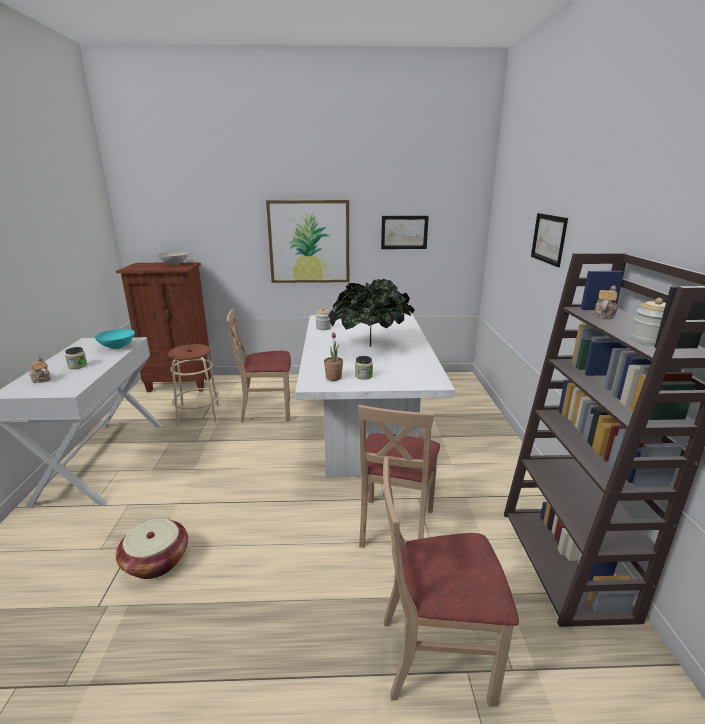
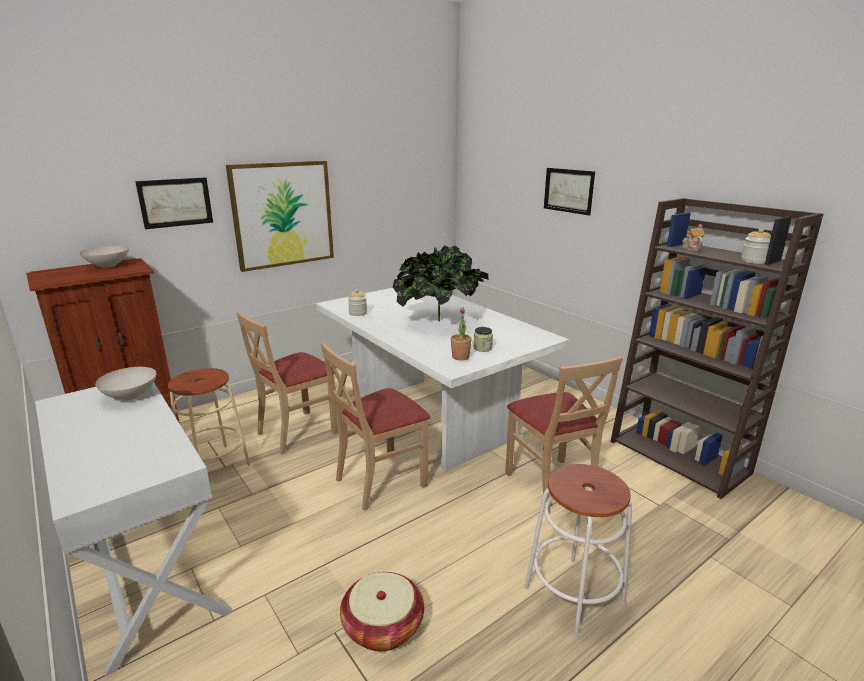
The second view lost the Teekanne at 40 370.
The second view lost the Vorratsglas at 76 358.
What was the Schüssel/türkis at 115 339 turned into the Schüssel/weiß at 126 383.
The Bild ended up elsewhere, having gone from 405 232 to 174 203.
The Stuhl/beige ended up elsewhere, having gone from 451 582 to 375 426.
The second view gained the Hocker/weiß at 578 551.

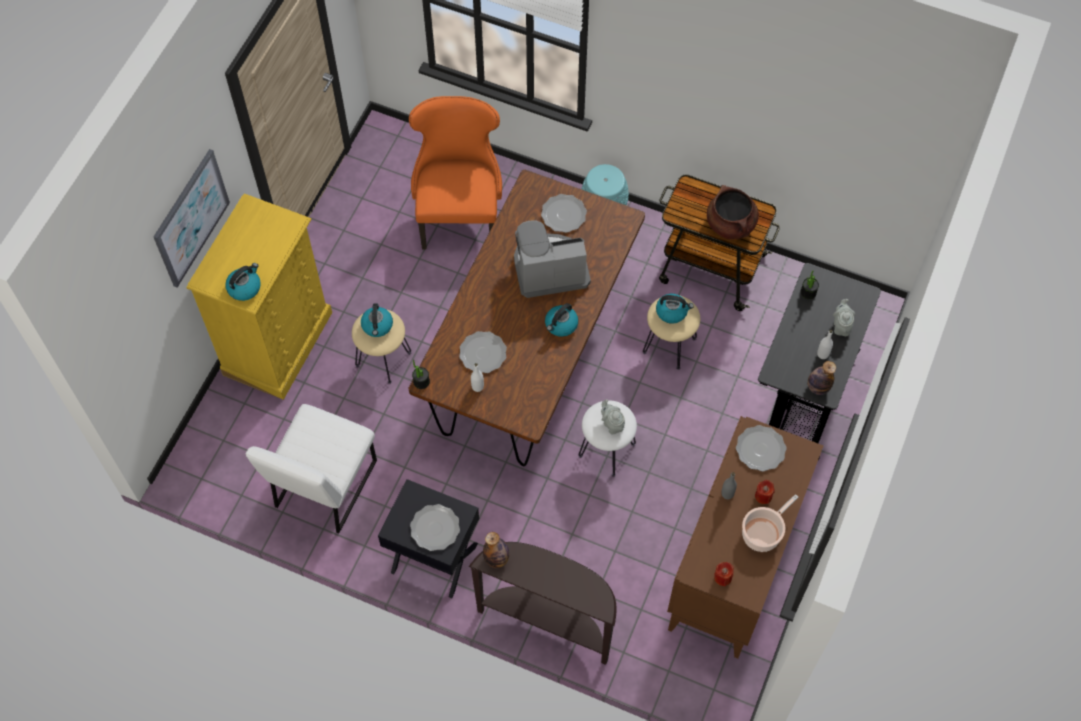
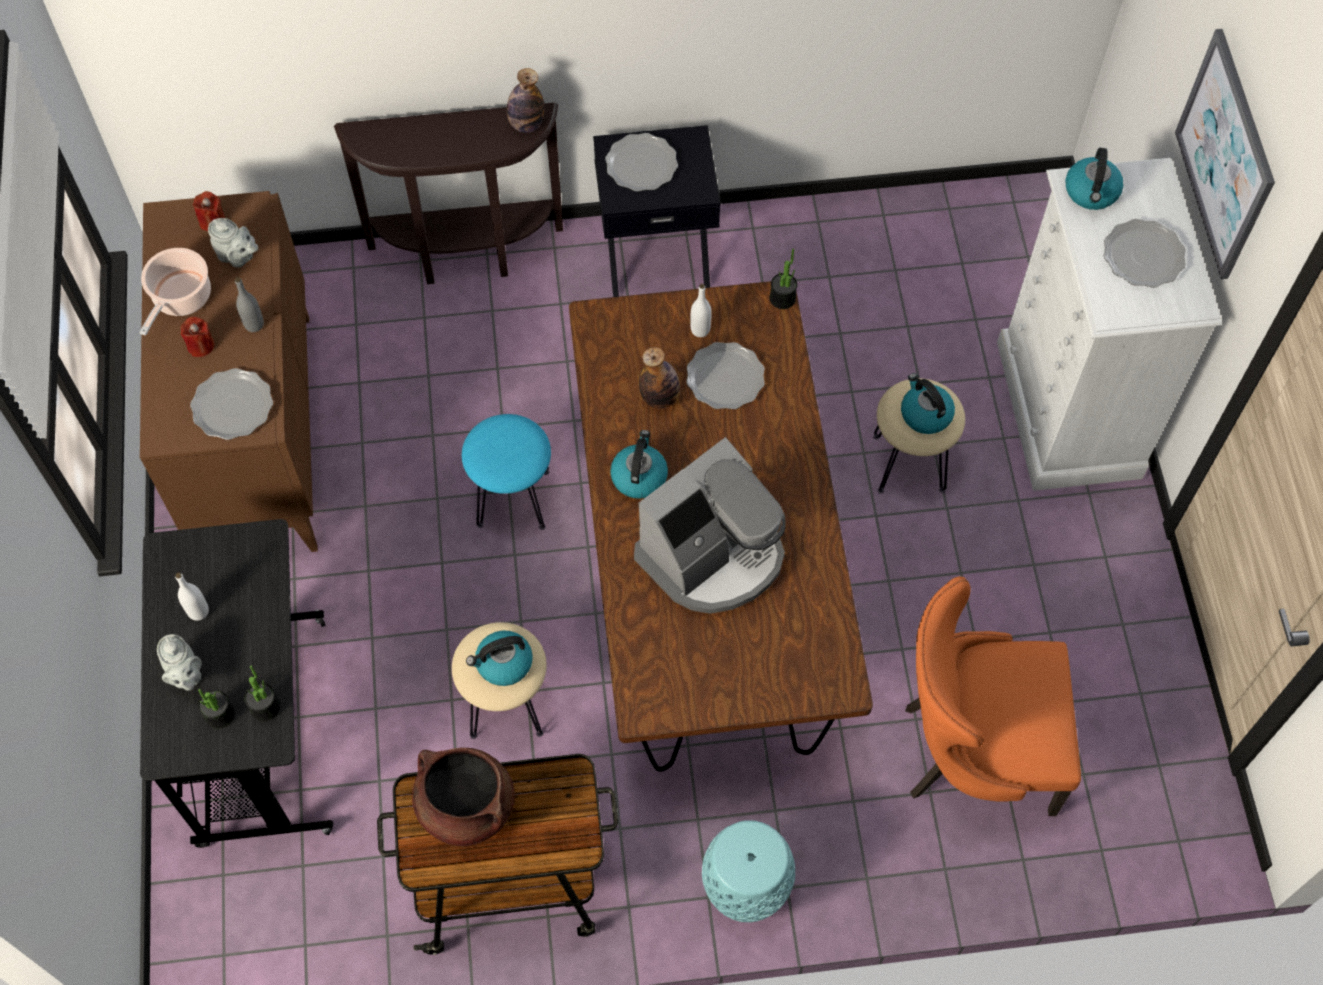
What was the Kommode/gelb at 259 297 turned into the Kommode/weiß at 1109 324.
The second view lost the Stuhl/weiß at 311 468.
The Stuhl/orange at 455 173 ended up facing another way, 120 degrees clockwise from before.
The Teller ended up elsewhere, having gone from 564 213 to 1144 253.
What was the Hocker/weiß at 607 438 turned into the Hocker/türkis at 506 472.
The Teekanne/grau ended up elsewhere, having gone from 613 416 to 233 242.
The Flasche ended up elsewhere, having gone from 822 378 to 659 378.
The second view gained the Topfpflanze at 216 708.

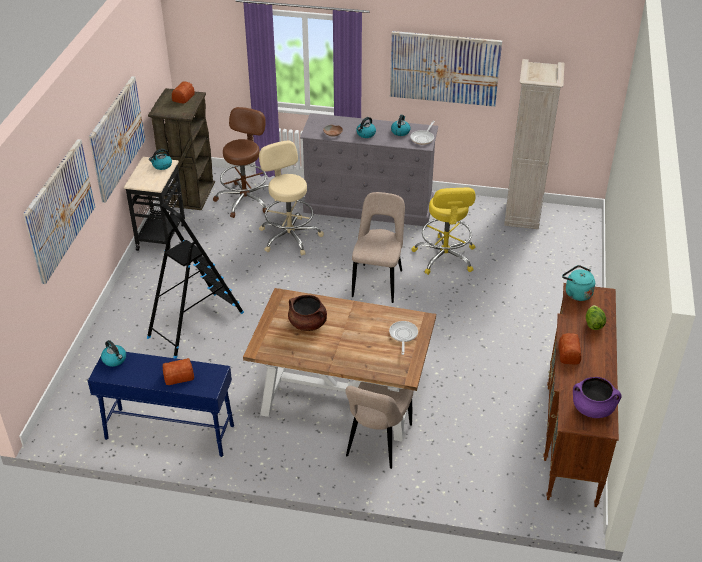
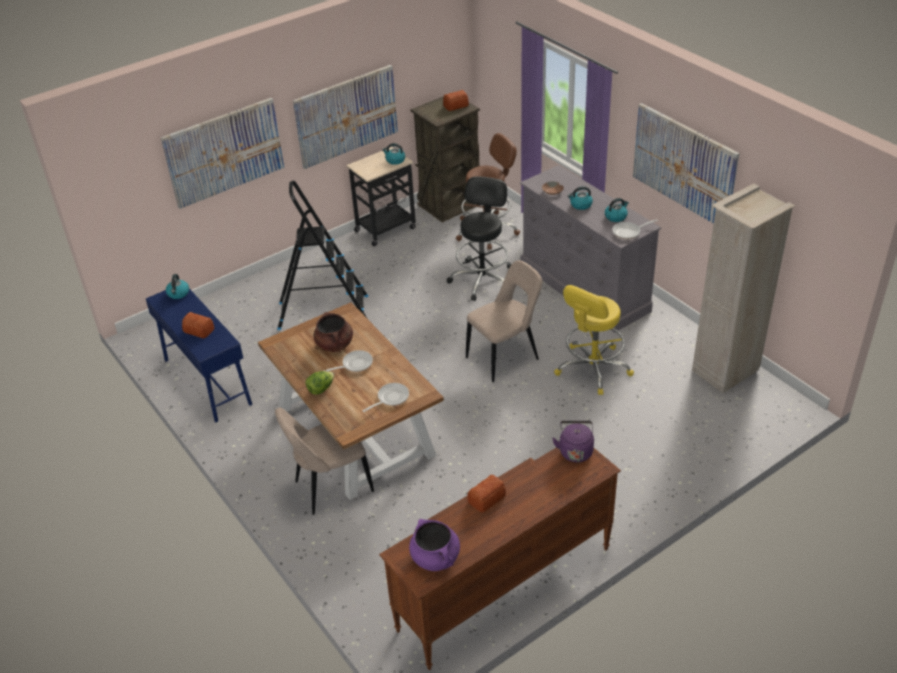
What was the Hocker/beige at 291 197 turned into the Hocker/schwarz at 479 239.
What was the Wasserkessel/türkis at 578 283 turned into the Wasserkessel/lila at 573 441.
The Salatkopf ended up elsewhere, having gone from 596 317 to 319 383.
The second view gained the Pfanne at 348 361.

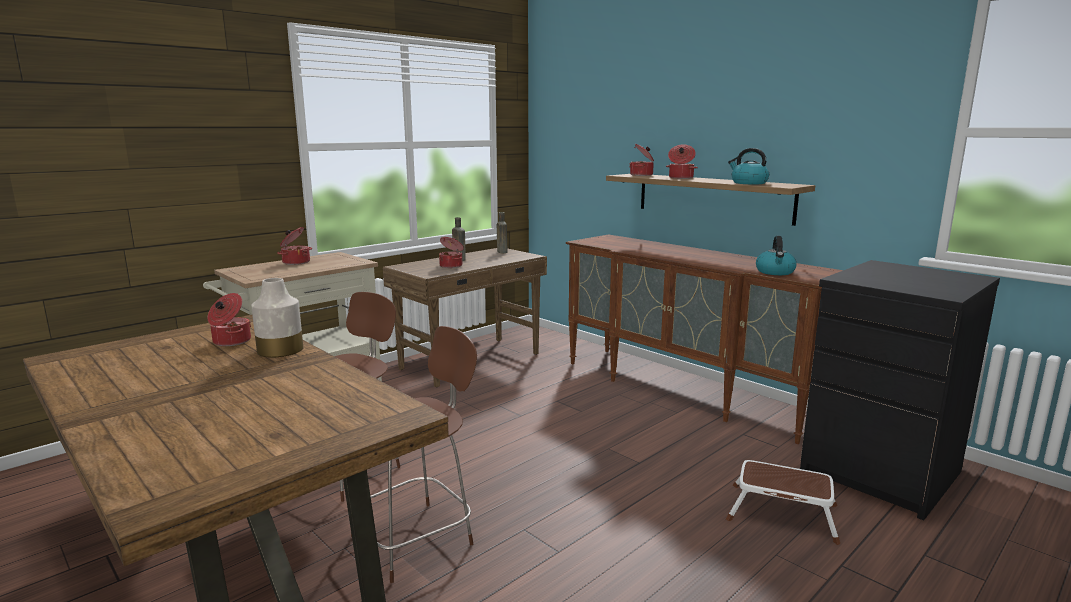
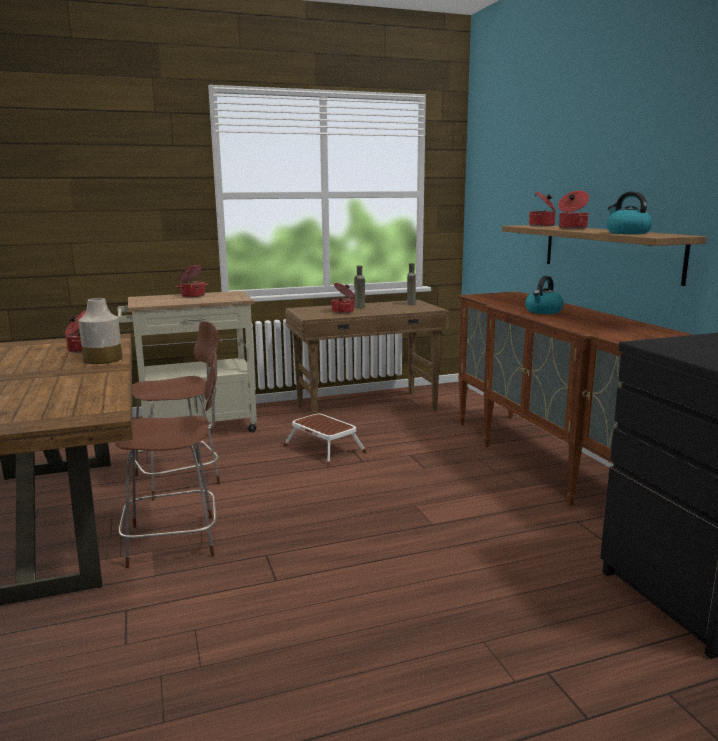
The Trittleiter/braun ended up elsewhere, having gone from 783 502 to 325 440.
The Wasserkessel ended up elsewhere, having gone from 776 255 to 544 295.

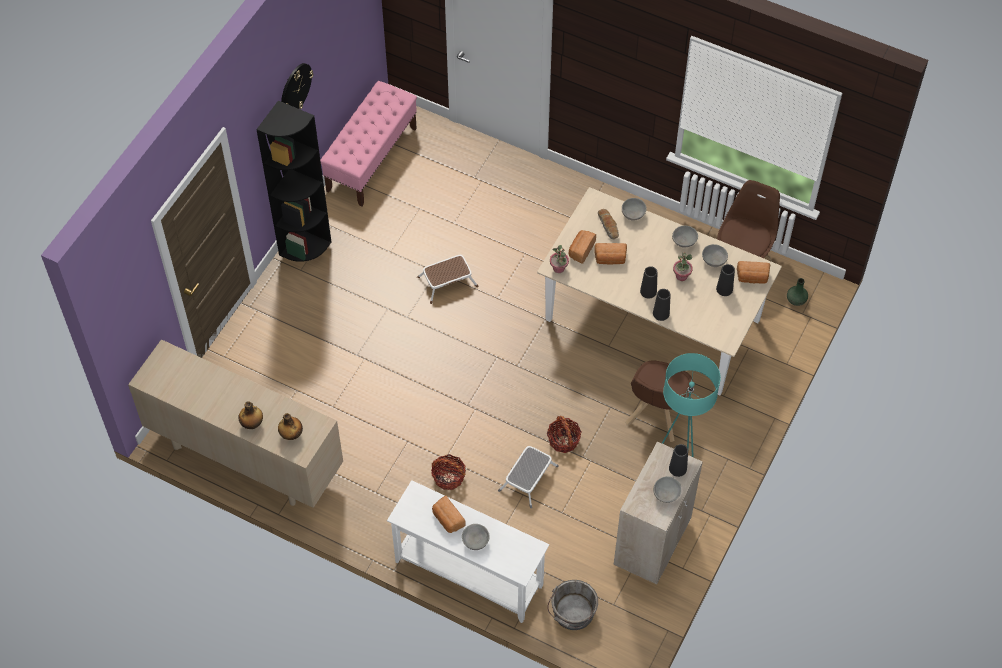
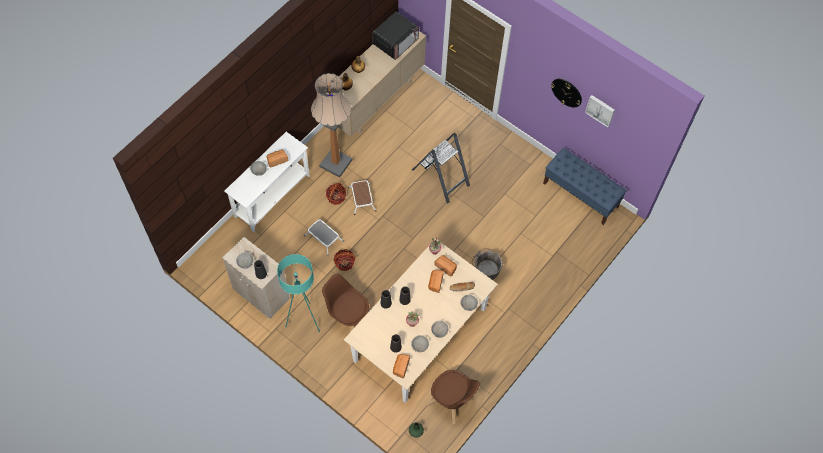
The second view lost the Bücherregal/schwarz at 293 181.
What was the Bank/rosa at 368 144 turned into the Bank/blau at 585 186.
The Trittleiter/braun ended up elsewhere, having gone from 447 279 to 362 198.
The Eimer/grau ended up elsewhere, having gone from 572 605 to 487 264.
The second view gained the Stehlampe at 331 125.
The second view gained the Mikrowelle at 395 35.
The second view gained the Trittleiter/grau at 441 167.
The second view gained the Bild at 600 111.

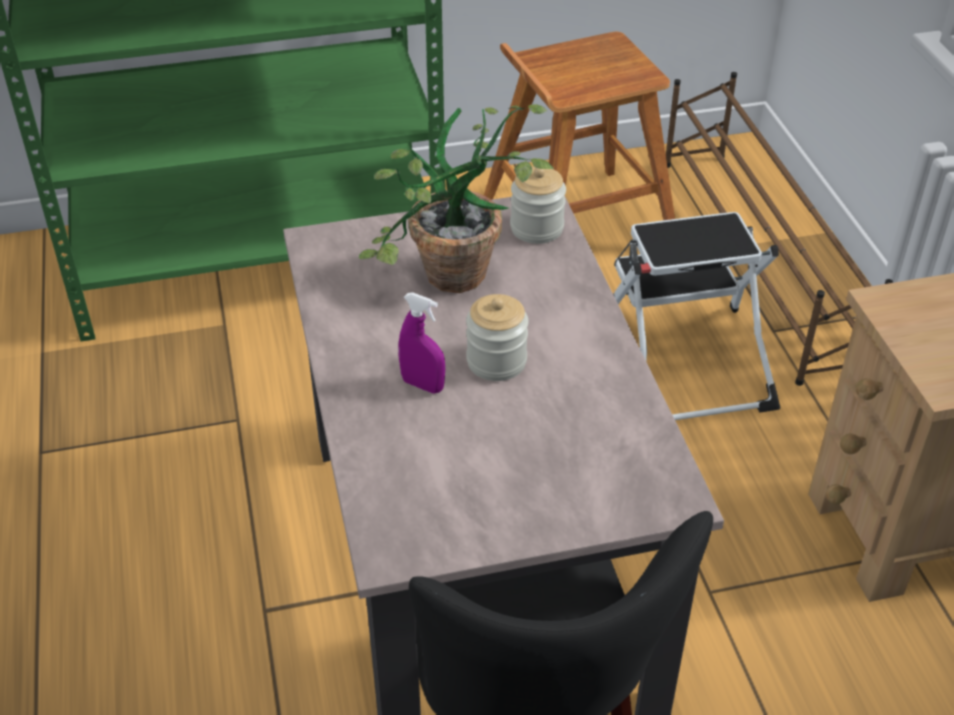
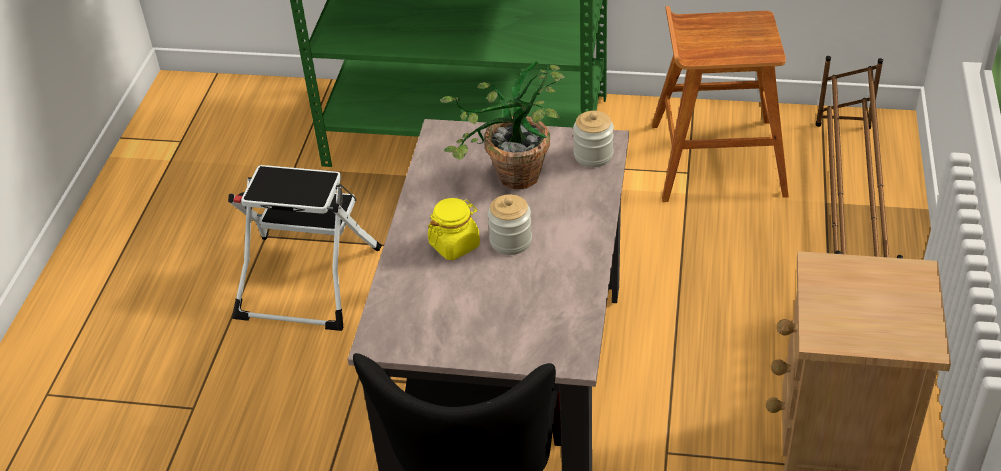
Where the Sprühflasche/lila stood at 421 342, the Vorratsglas/gelb came to stand at 454 229.
The Trittleiter ended up elsewhere, having gone from 696 316 to 305 248.

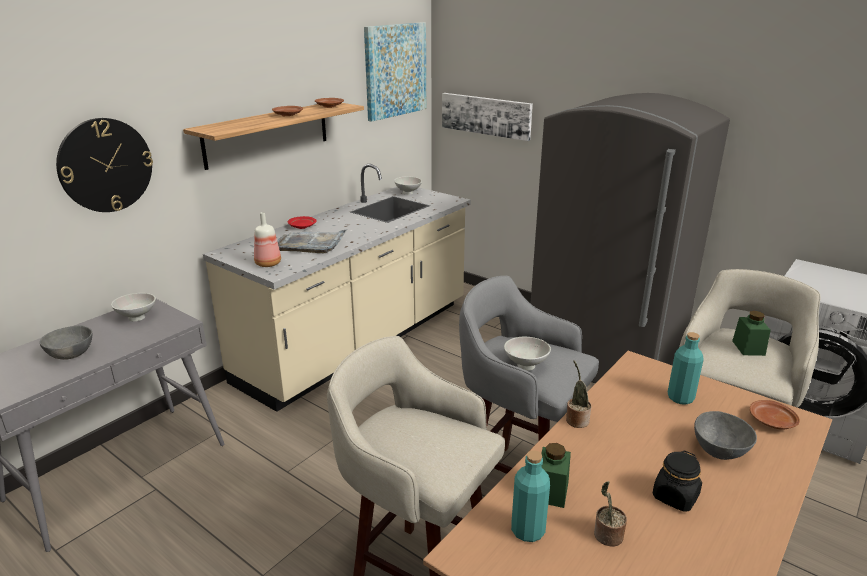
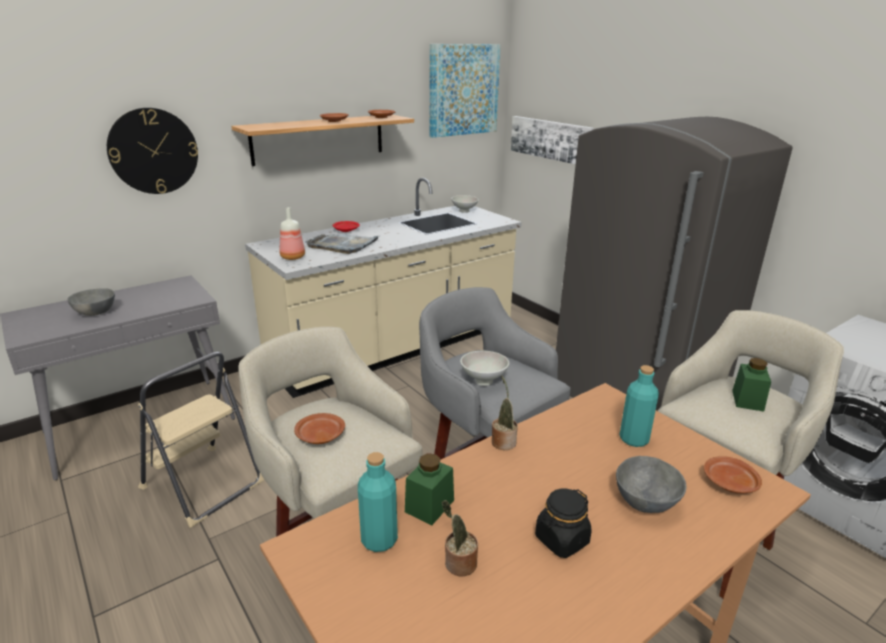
The second view lost the Schüssel/weiß at 133 307.
The second view gained the Trittleiter/beige at 201 440.
The second view gained the Teller/braun at 319 428.

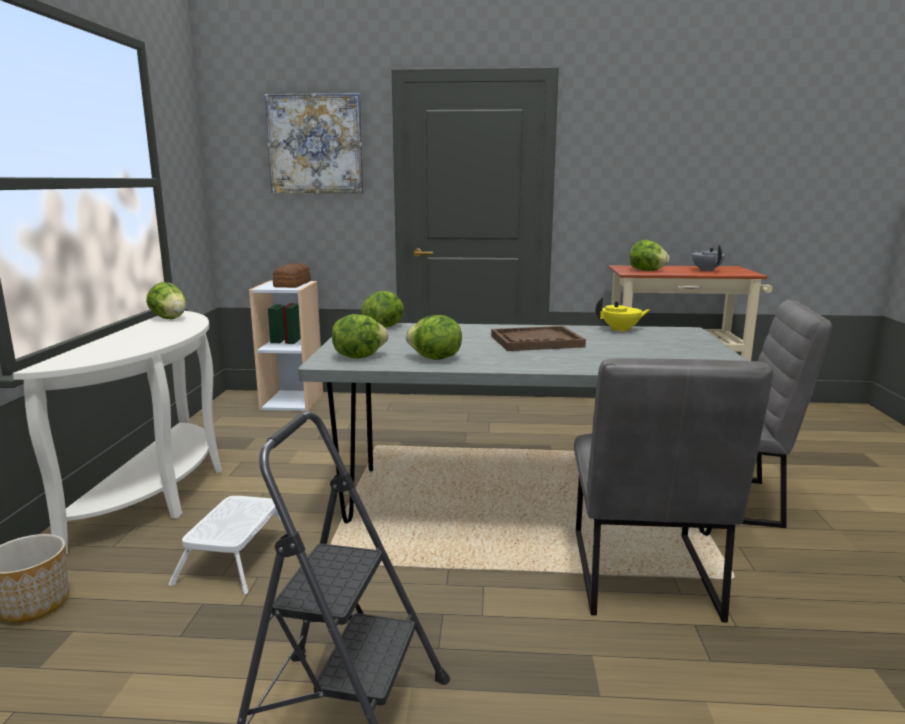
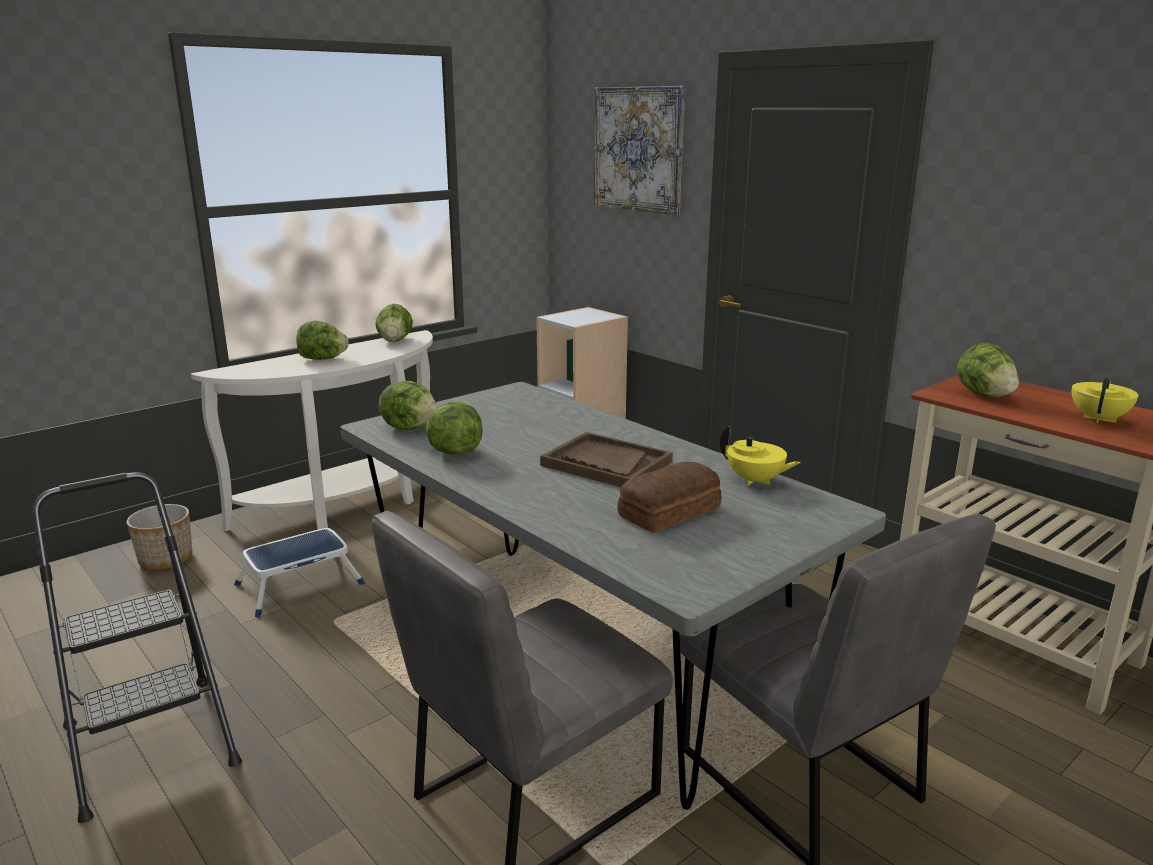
What was the Trittleiter/weiß at 225 545 turned into the Trittleiter/blau at 299 572.
The Brot ended up elsewhere, having gone from 292 275 to 669 497.
The Salatkopf ended up elsewhere, having gone from 382 309 to 322 340.
What was the Teekanne/grau at 708 258 turned into the Teekanne/gelb at 1105 400.

